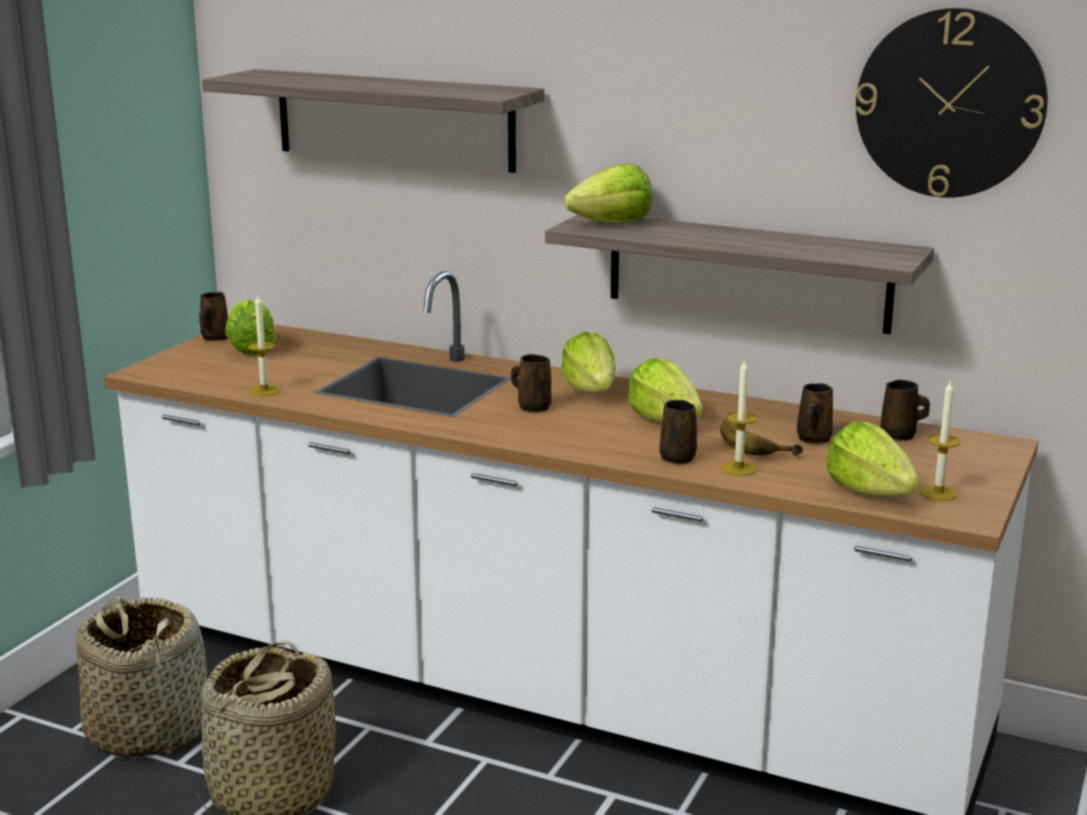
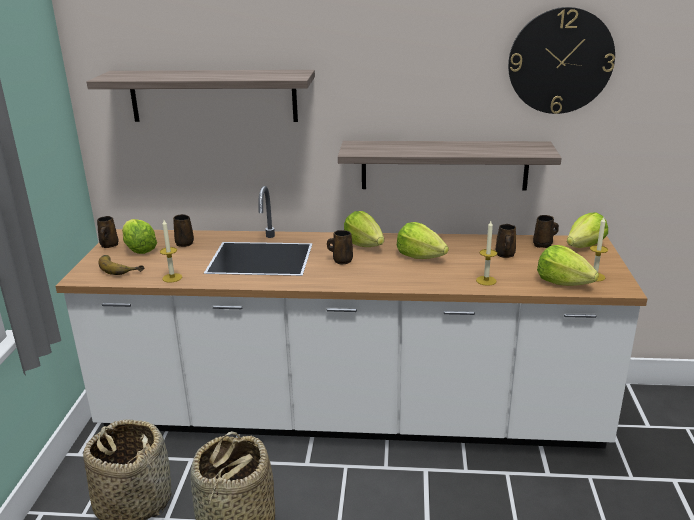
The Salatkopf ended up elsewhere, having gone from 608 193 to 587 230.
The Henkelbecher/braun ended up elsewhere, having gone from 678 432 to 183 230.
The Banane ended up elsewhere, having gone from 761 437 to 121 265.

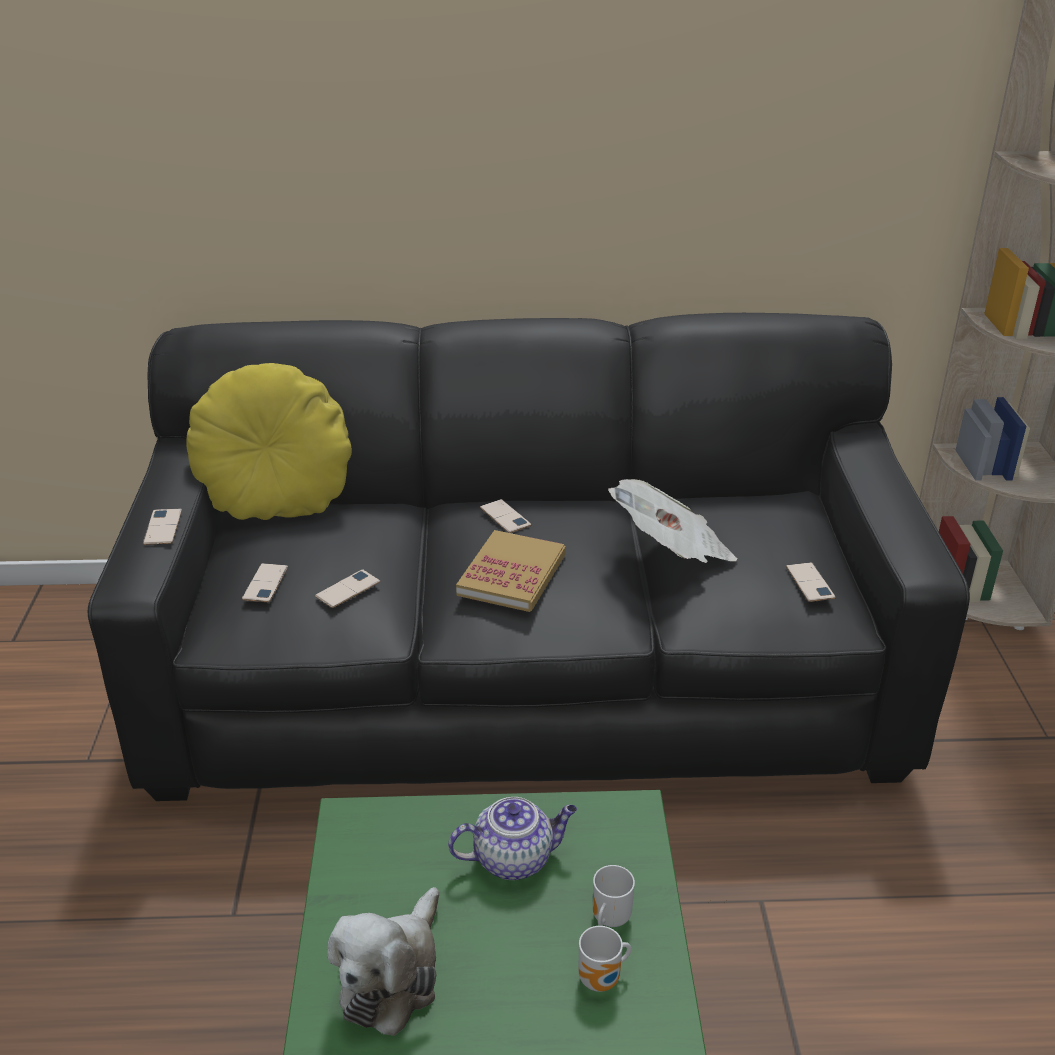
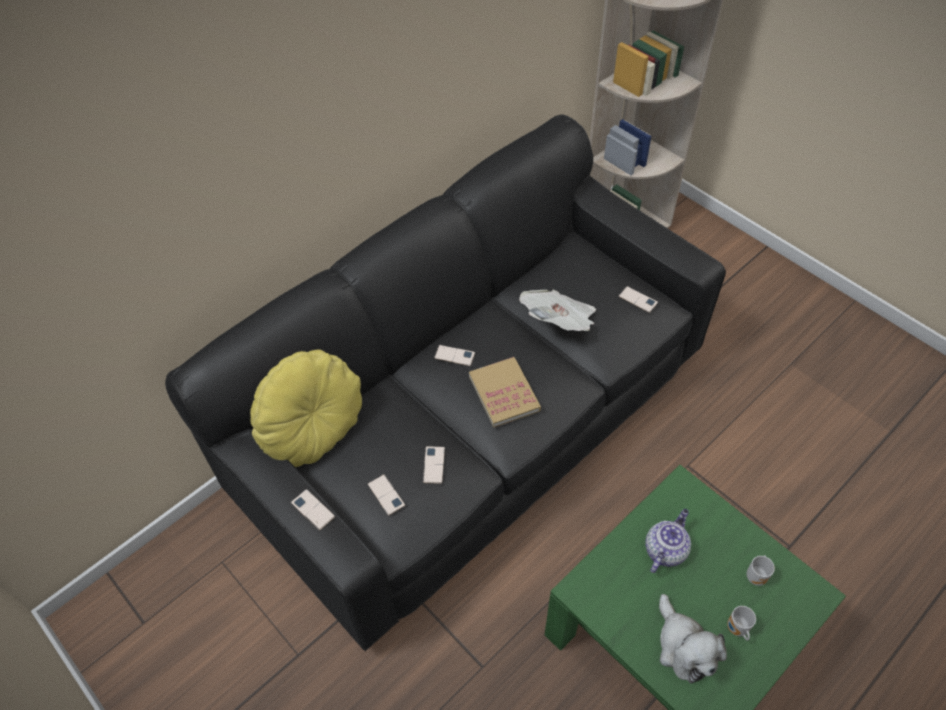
The Henkelbecher ended up elsewhere, having gone from 614 896 to 741 623.

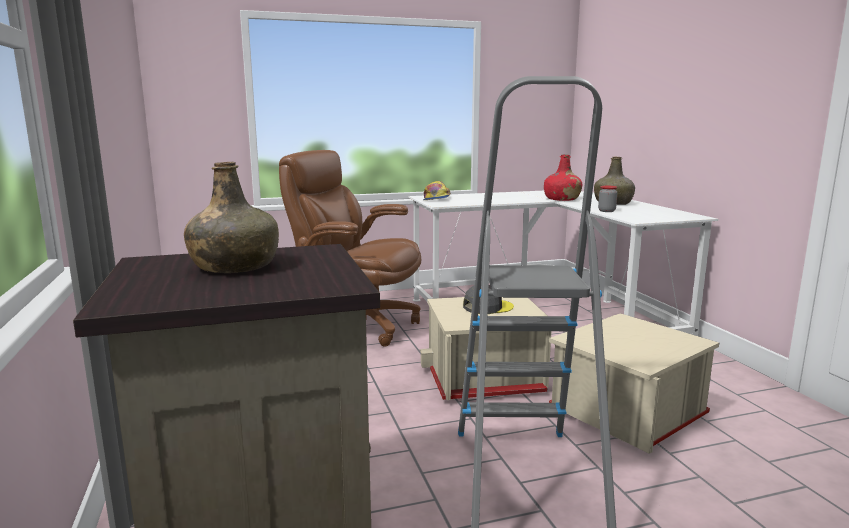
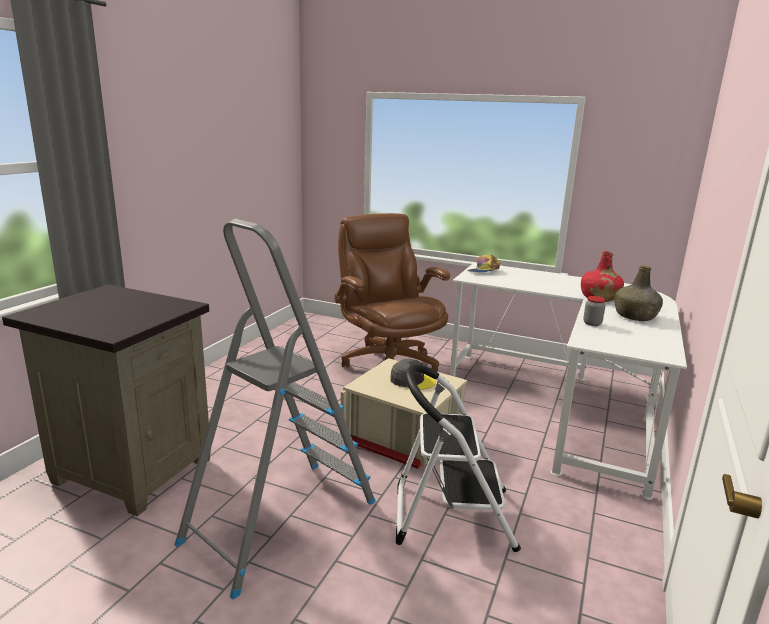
The second view lost the Flasche/grün at 231 217.
Where the Aufbewahrungsbox/beige stood at 634 383, the Trittleiter came to stand at 458 458.

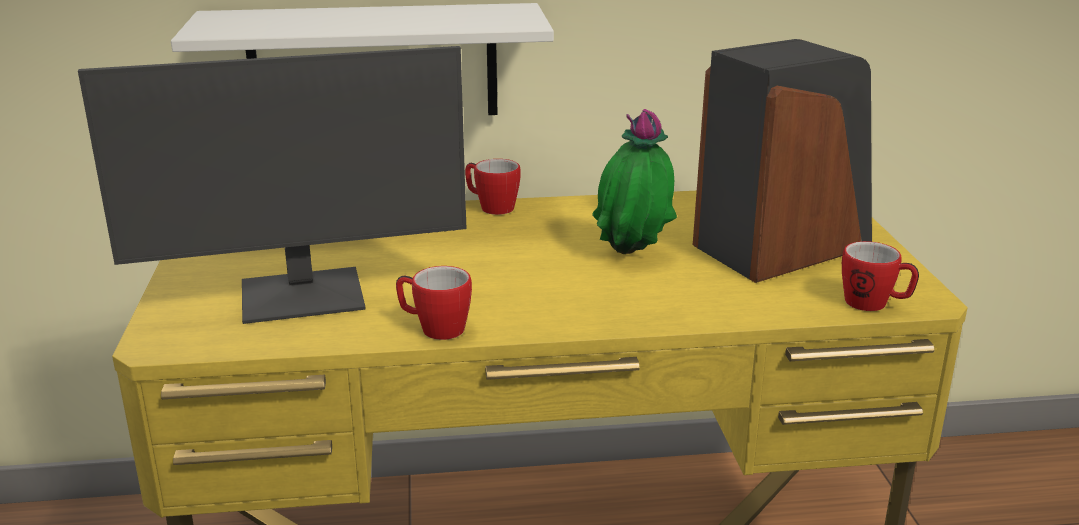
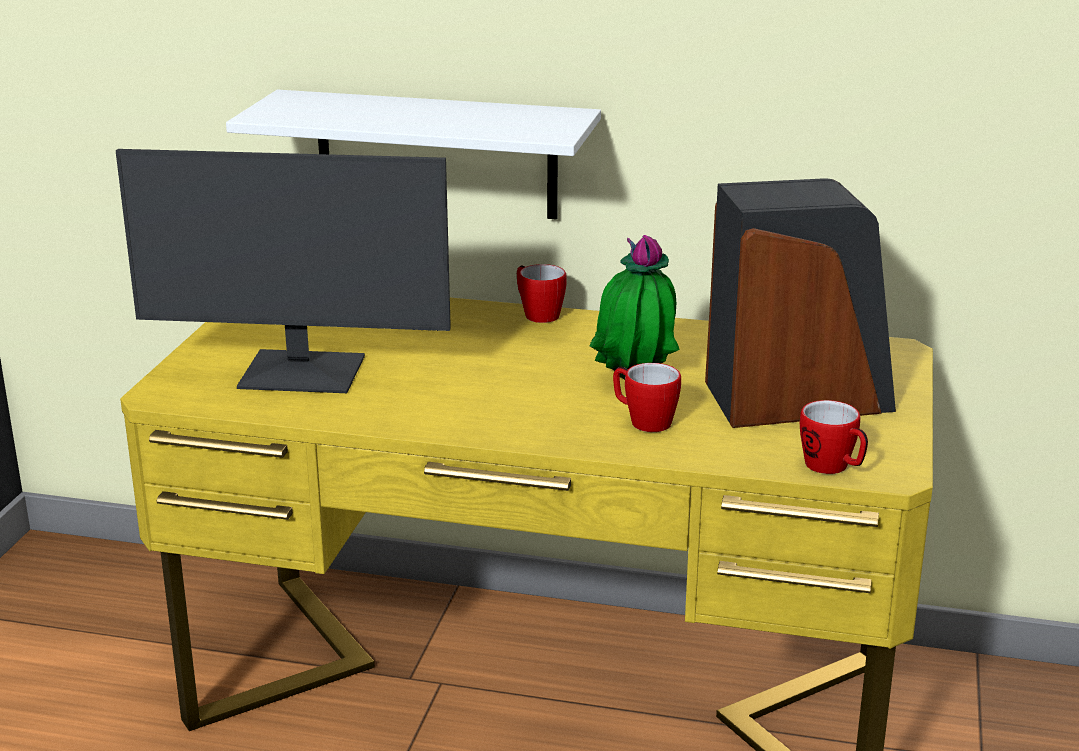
The Henkelbecher ended up elsewhere, having gone from 434 303 to 647 397.

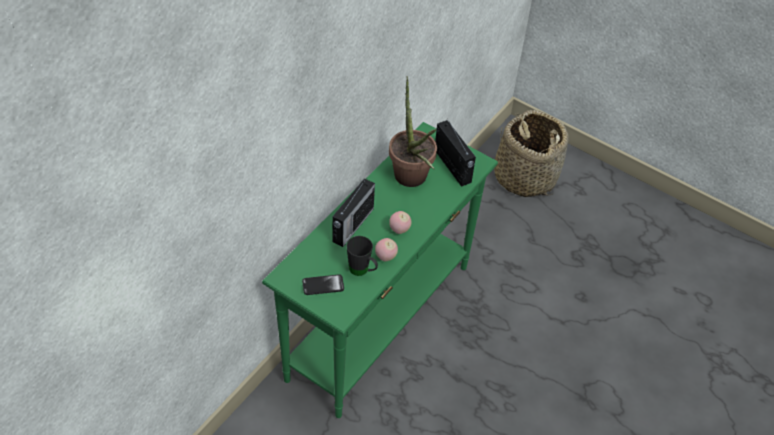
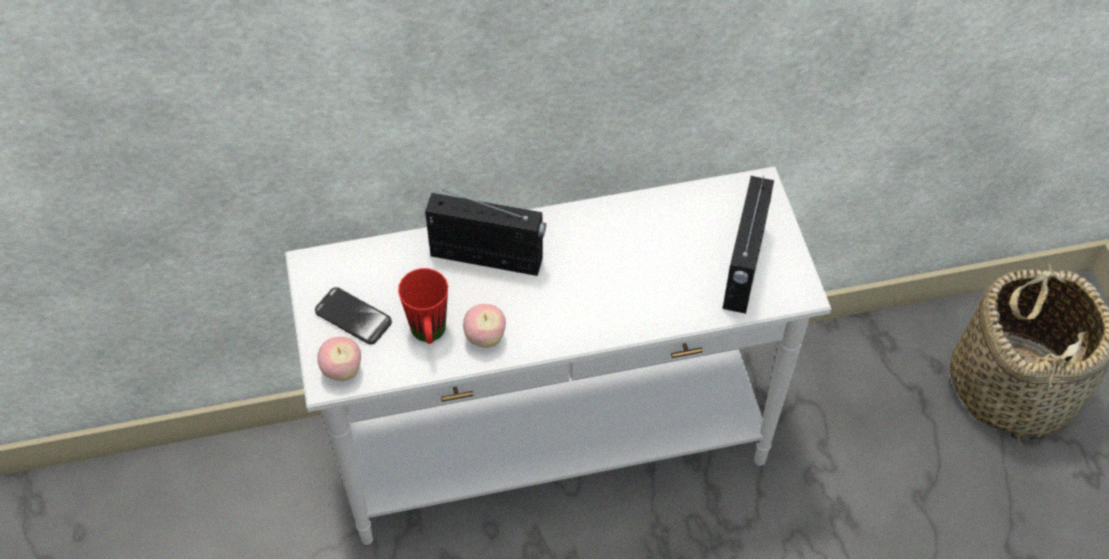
What was the Konsolentisch/grün at 380 270 turned into the Konsolentisch/weiß at 558 356.
The Radio at 353 212 ended up facing another way, 150 degrees counterclockwise from before.
What was the Henkelbecher/schwarz at 362 256 turned into the Henkelbecher/rot at 423 306.
The second view lost the Topfpflanze at 413 131.
The Apfel ended up elsewhere, having gone from 400 222 to 339 359.

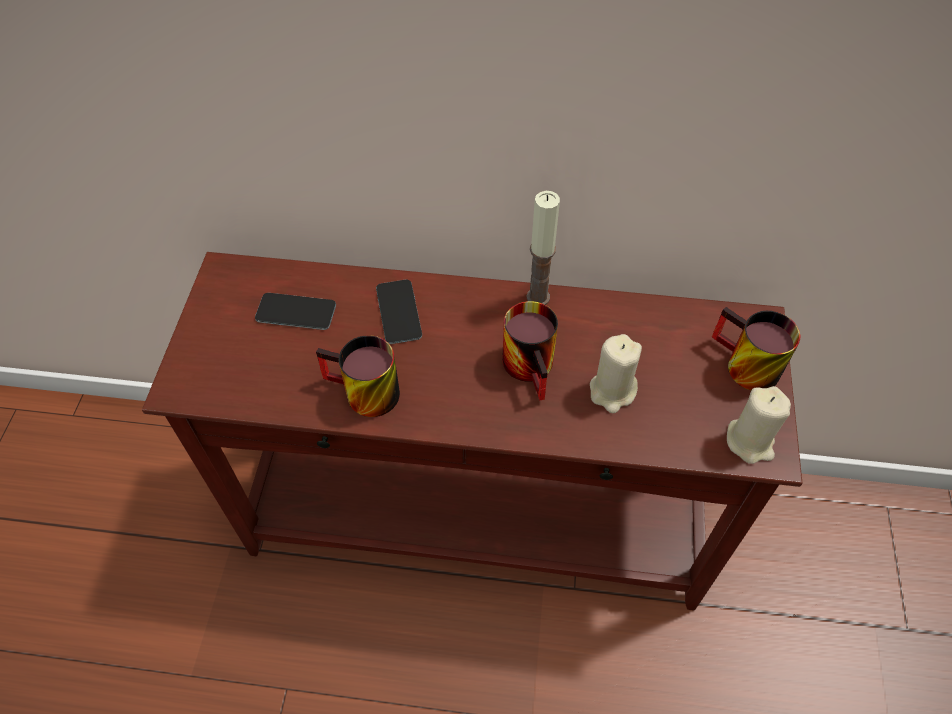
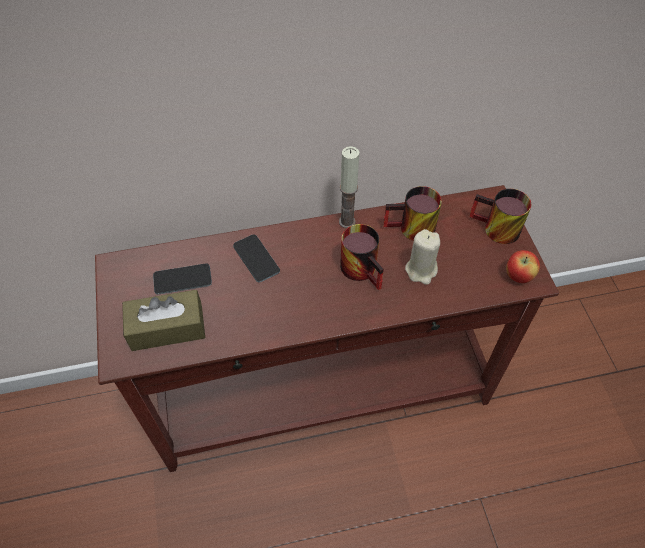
The Henkelbecher ended up elsewhere, having gone from 358 376 to 412 213.
Where the Kerze/beige stood at 759 425, the Apfel came to stand at 523 266.
The second view gained the Taschentuchbox/braun at 163 320.

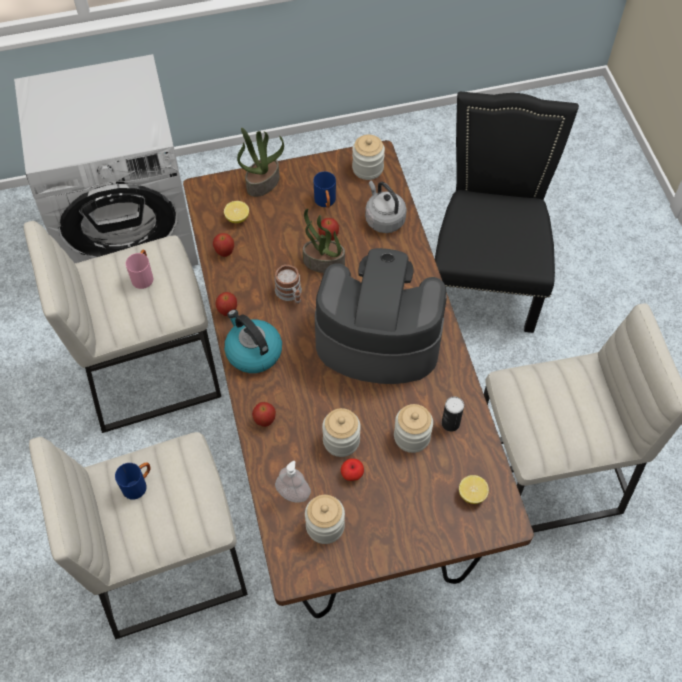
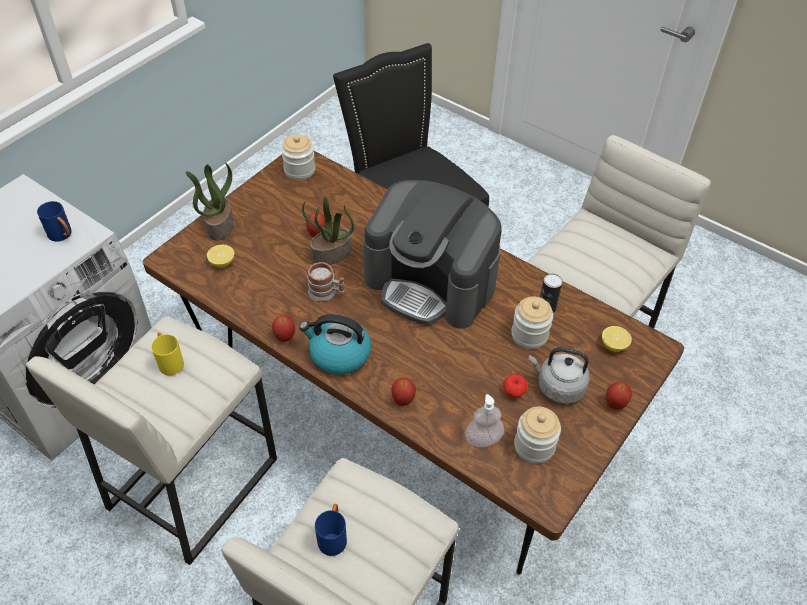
What was the Henkelbecher/rosa at 139 269 turned into the Henkelbecher/gelb at 167 354.
The Apfel ended up elsewhere, having gone from 223 245 to 619 396.
The Henkelbecher/blau ended up elsewhere, having gone from 324 189 to 54 221.
The Kaffeemaschine at 381 316 ended up facing another way, 120 degrees counterclockwise from before.
The second view lost the Vorratsglas at 341 432.
The Wasserkessel/grau ended up elsewhere, having gone from 386 207 to 559 375.

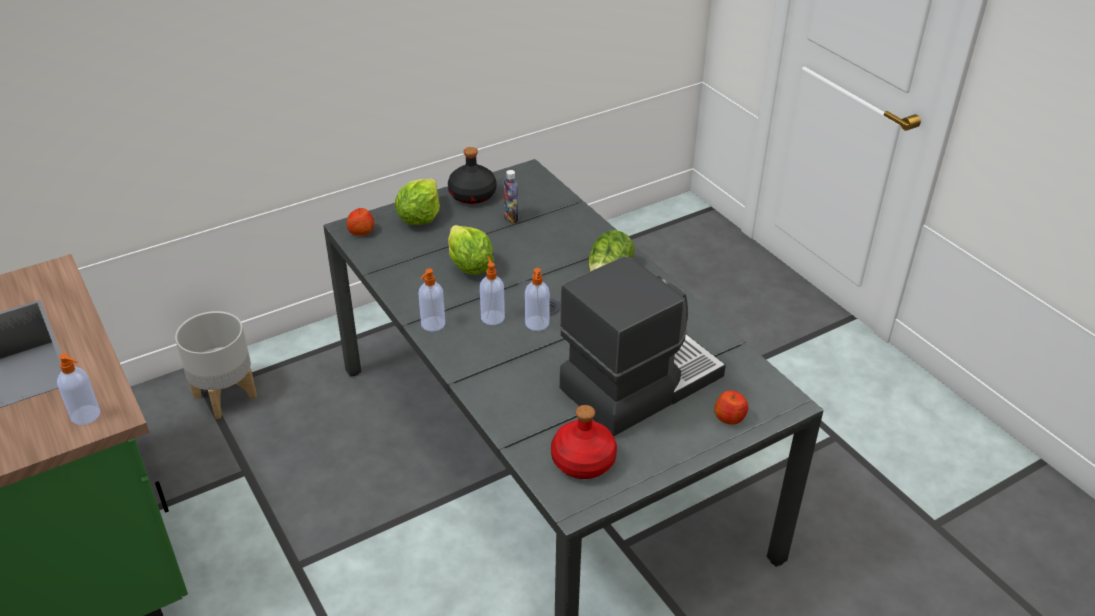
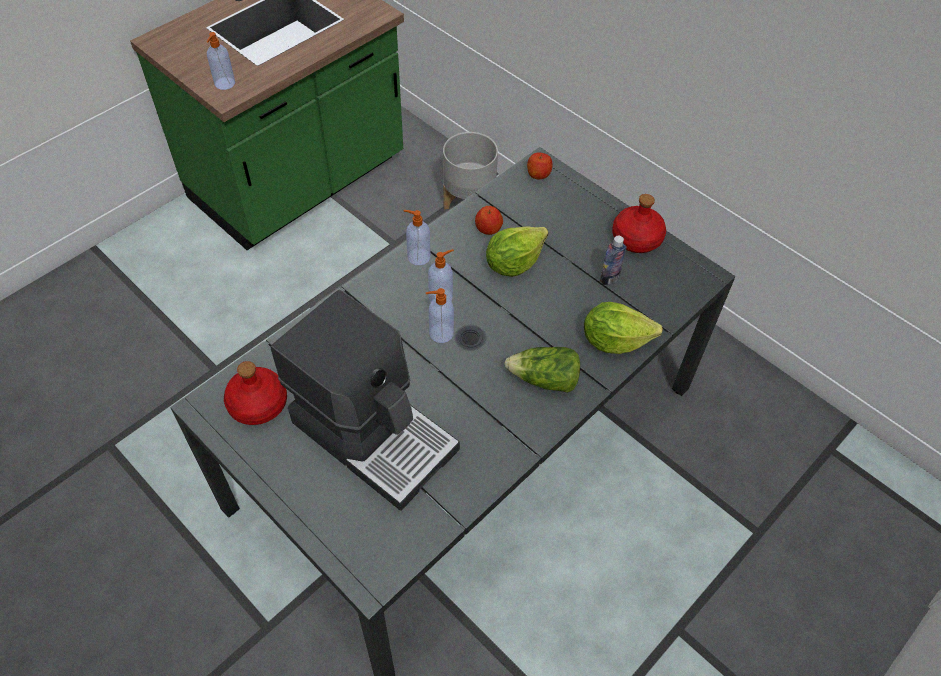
The Salatkopf ended up elsewhere, having gone from 417 201 to 623 328.
What was the Flasche/schwarz at 472 175 turned into the Flasche/rot at 639 223.
The Apfel ended up elsewhere, having gone from 731 408 to 489 220.

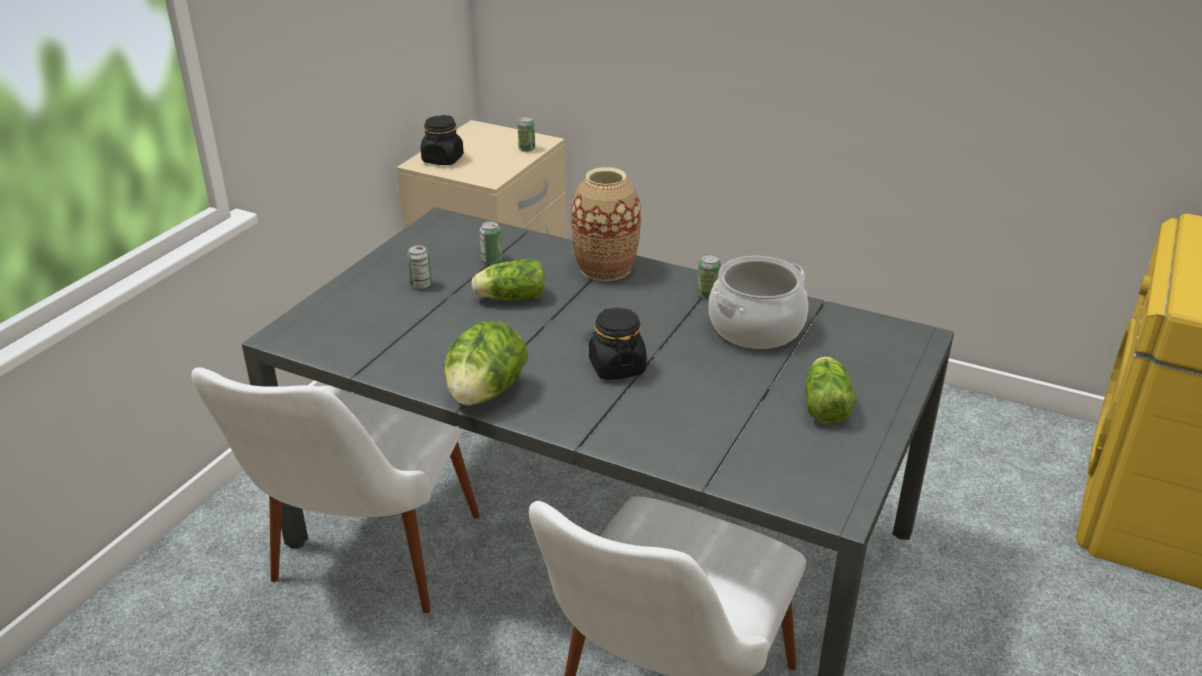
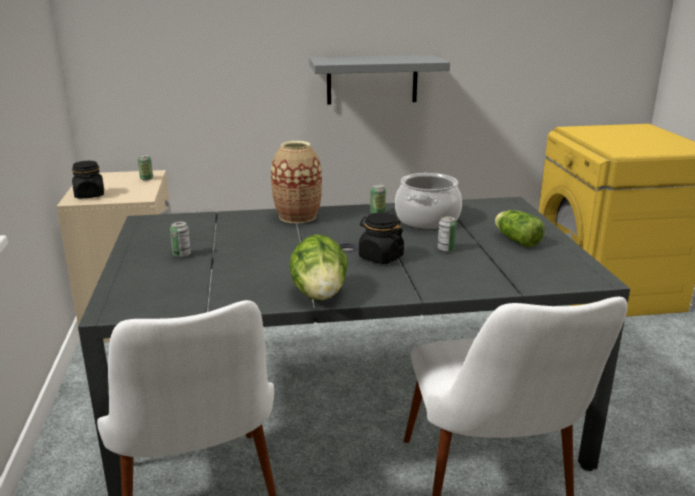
The second view lost the Salatkopf at 508 279.
The Dose ended up elsewhere, having gone from 491 242 to 447 234.
The second view gained the Wandregal/grau at 379 80.

